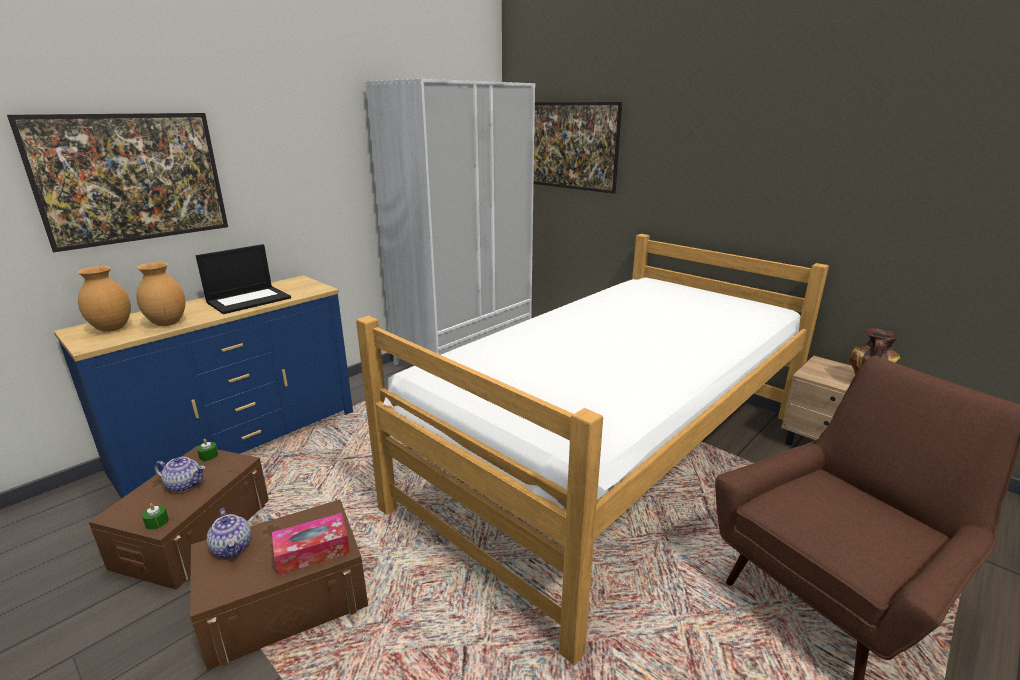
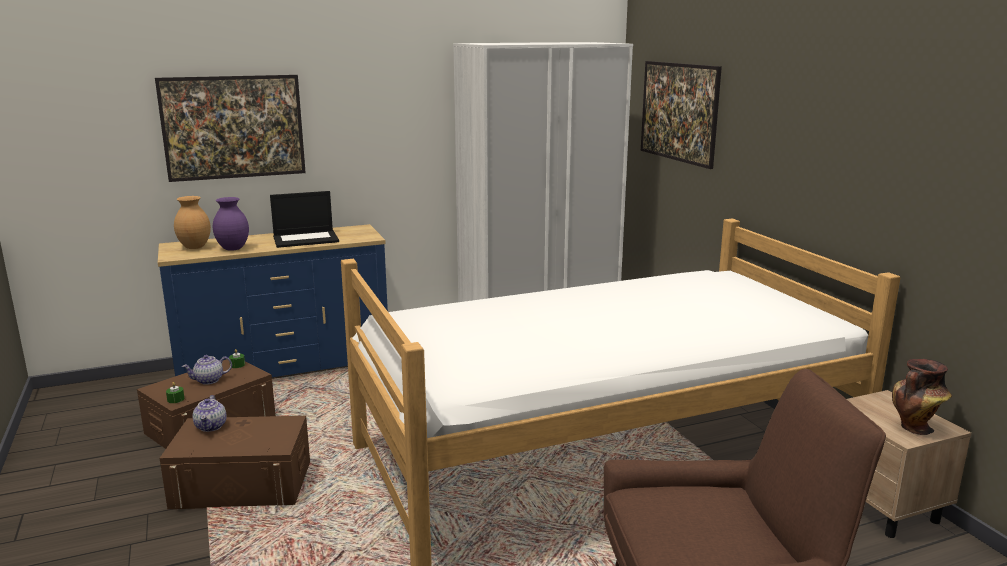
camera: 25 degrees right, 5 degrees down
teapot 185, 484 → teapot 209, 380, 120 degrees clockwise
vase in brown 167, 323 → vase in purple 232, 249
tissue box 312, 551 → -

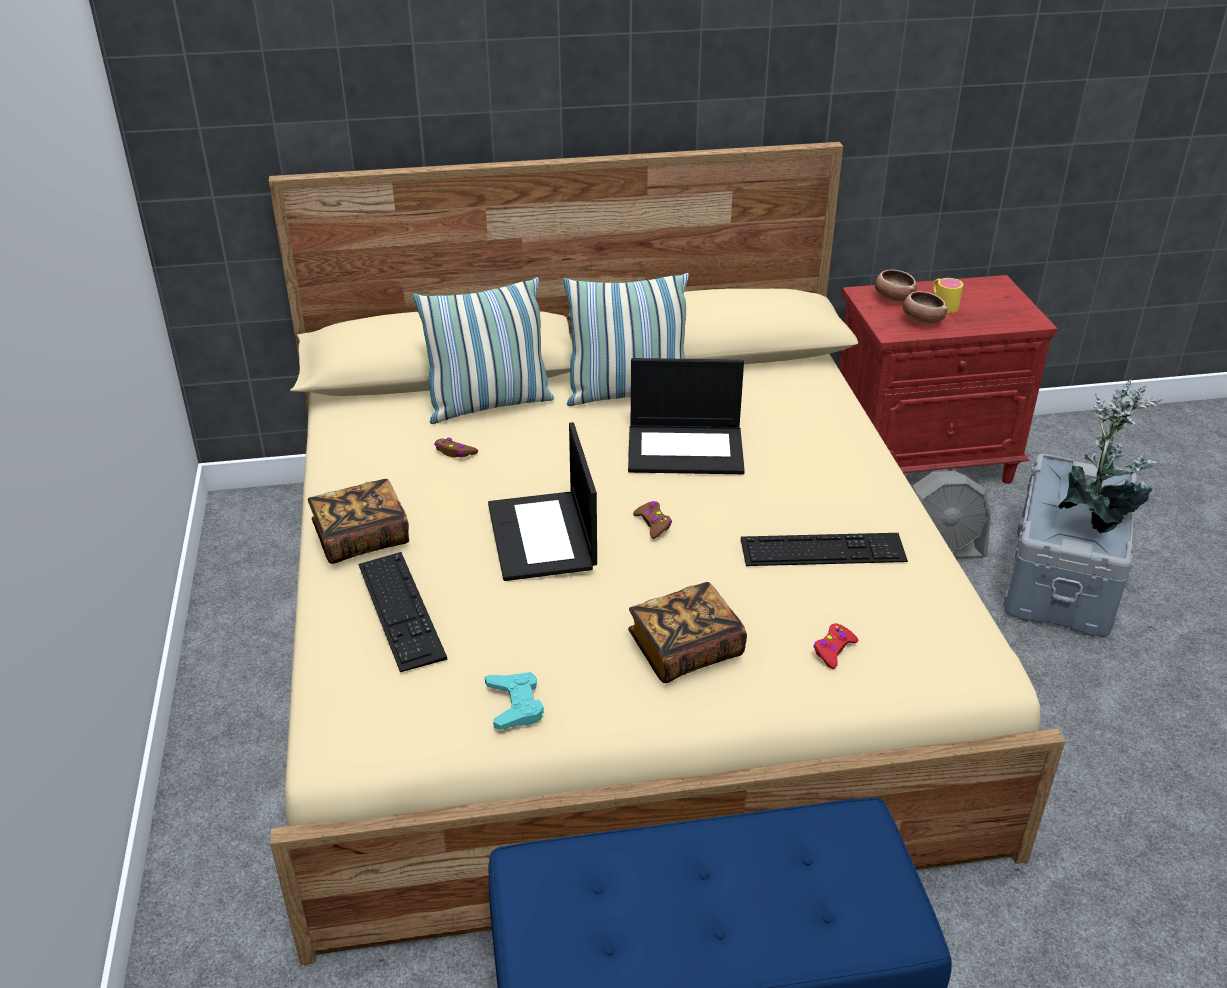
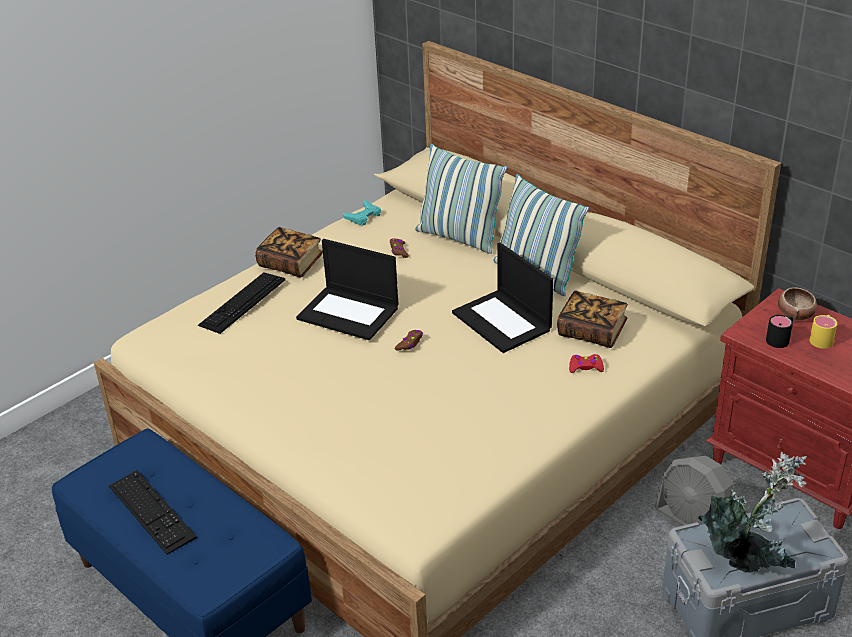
camera: 55 degrees right, 0 degrees up
keyboard 823, 550 → keyboard 151, 511, relocated
laptop 543, 537 → laptop 349, 313, 105 degrees counterclockwise
game controller in turquoise 515, 705 → game controller in turquoise 363, 216, relocated
book 685, 650 → book 592, 331, relocated
game controller in red 833, 650 → game controller in red 585, 367, relocated
bowl 921, 321 → mug in black 780, 338

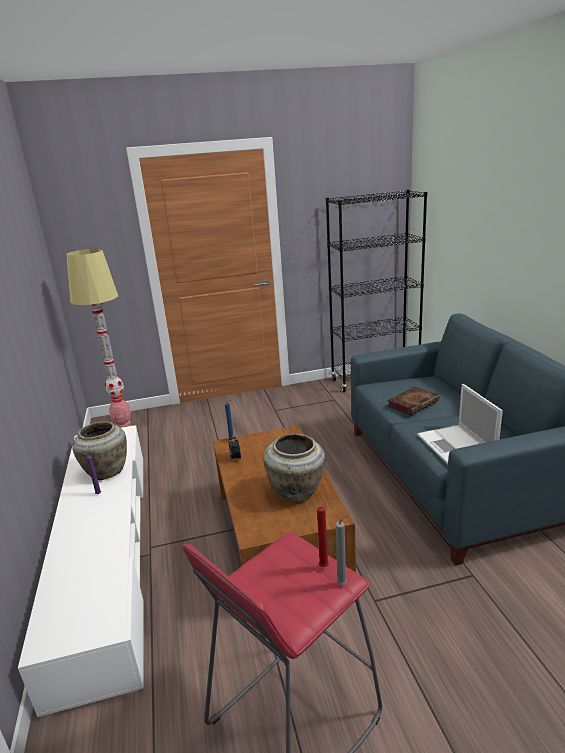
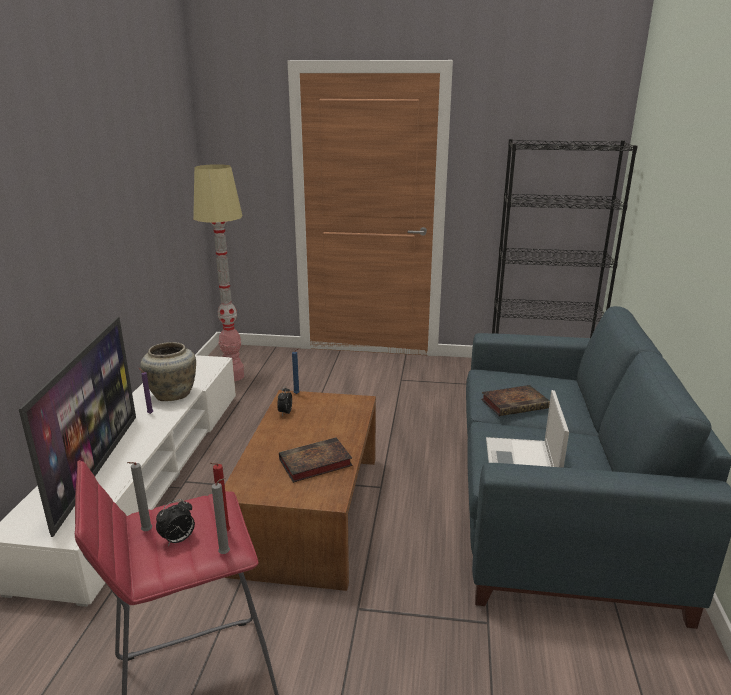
camera: 20 degrees right, 0 degrees up
- → television 96, 468
- → candle in grey 145, 532
- → alarm clock 178, 540
vase in beige 296, 493 → book 314, 464

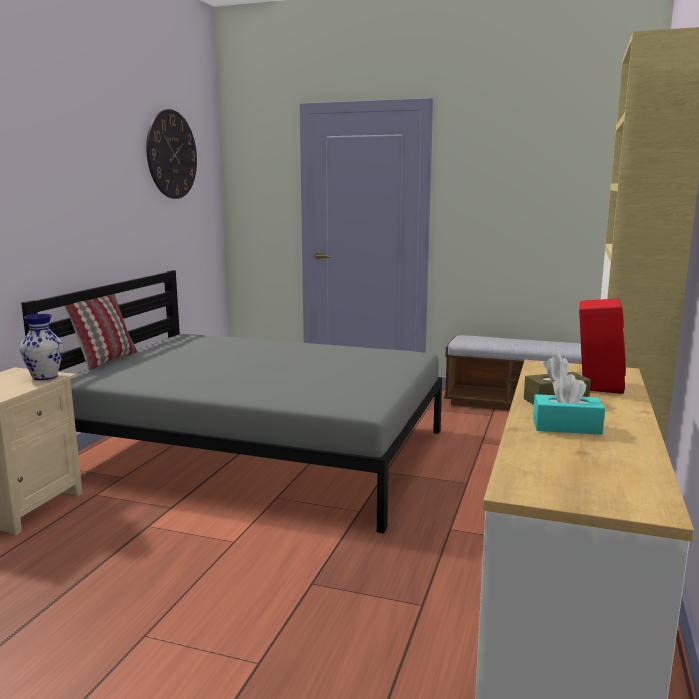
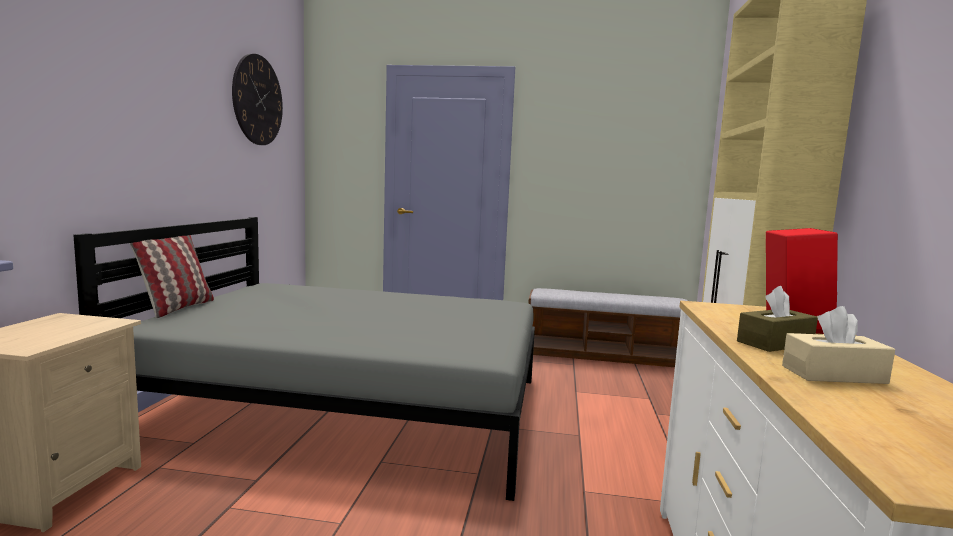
camera: 10 degrees left, 5 degrees down
tissue box in turquoise 566, 427 → tissue box in beige 833, 374
vase 44, 377 → -

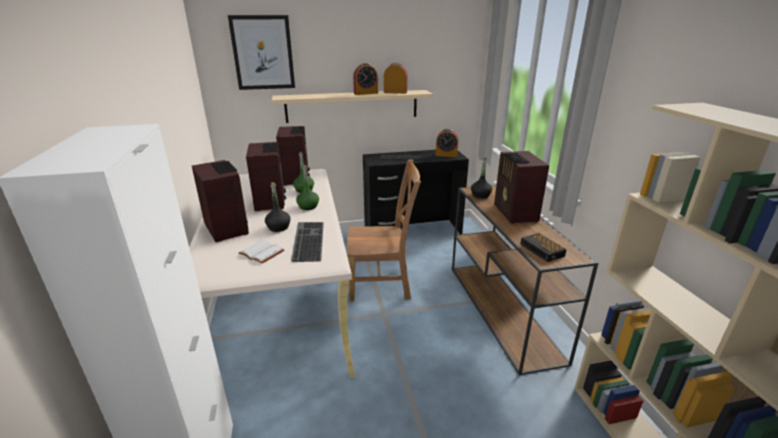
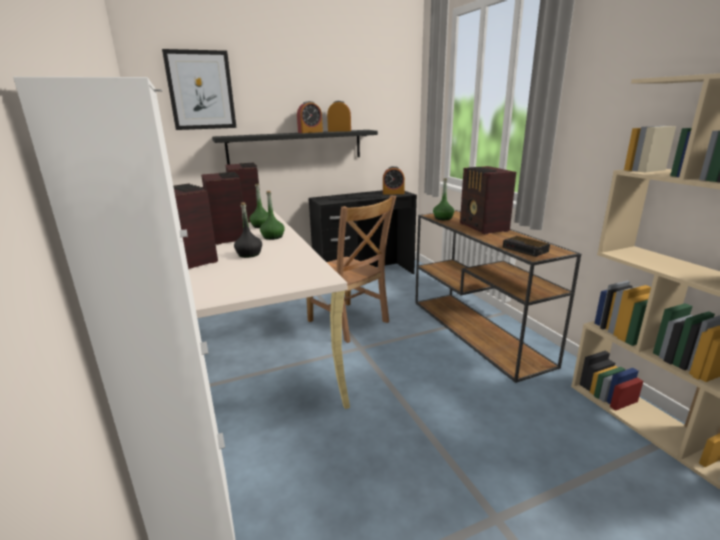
camera: 10 degrees left, 5 degrees down
shelf in beige 352, 106 → shelf in black 296, 147
chair in brown 383, 284 → chair in brown 350, 322, 60 degrees clockwise
bottle in black 480, 195 → bottle in green 443, 218
book in white 260, 253 → -
keyboard 307, 240 → -

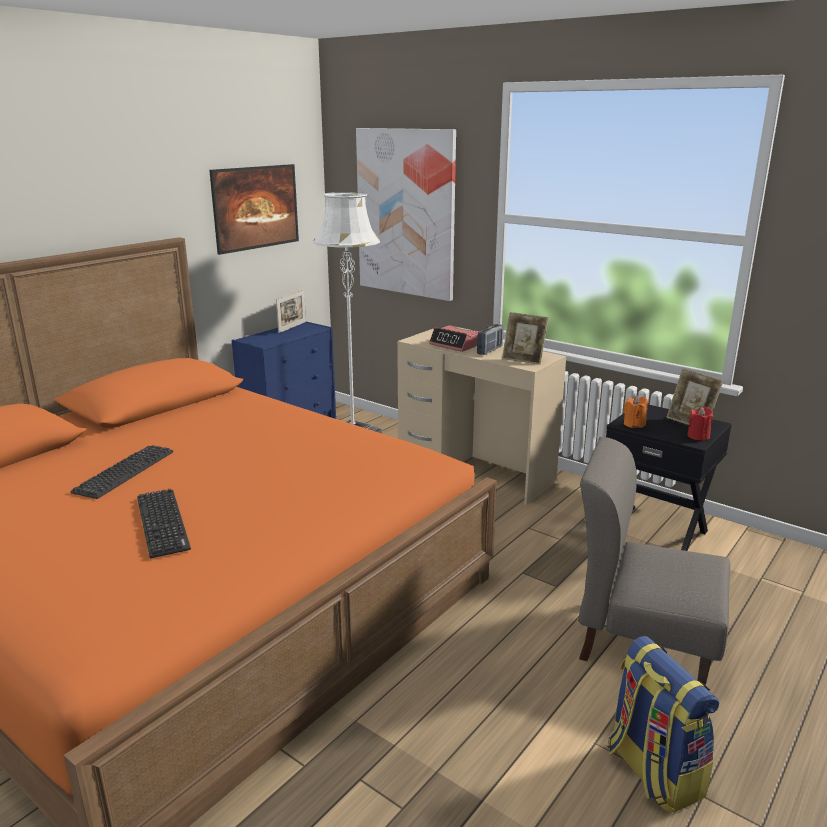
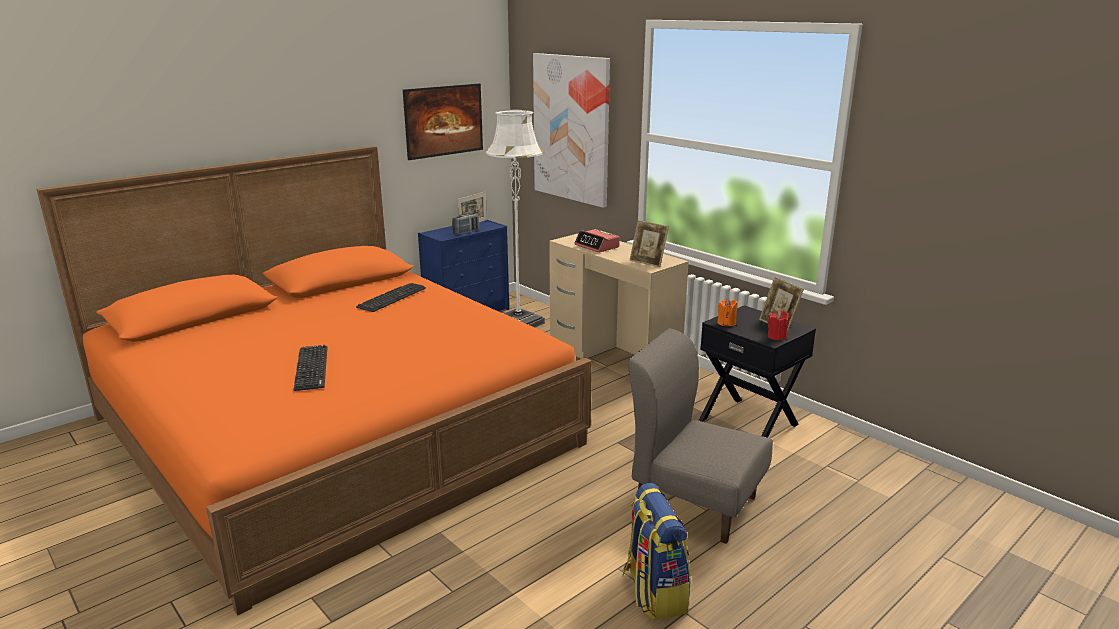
camera: 10 degrees right, 0 degrees up
keyboard 124, 472 → keyboard 392, 298, relocated
radio 489, 350 → radio 466, 232, relocated

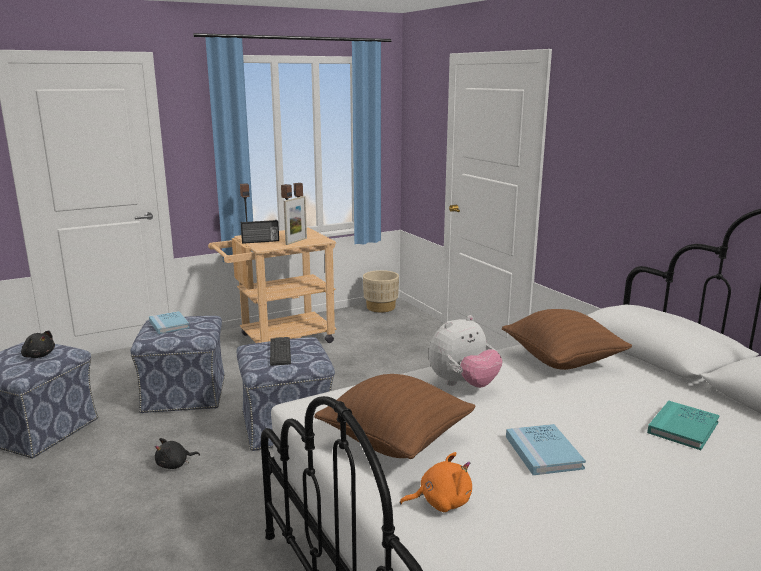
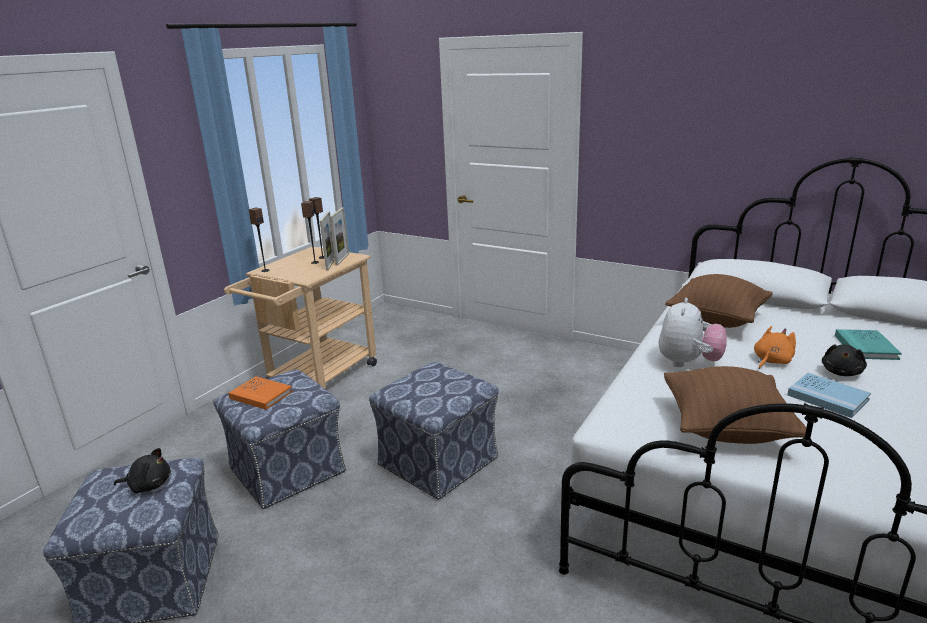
camera: 30 degrees left, 5 degrees up
book in blue 169, 324 → book in orange 261, 395
- → picture frame 342, 259
plush toy in orange 441, 502 → plush toy in orange 771, 361, relocated
plush toy in black 174, 464 → plush toy in black 841, 372, relocated
radio 260, 241 → -
keyboard 280, 352 → -
planter in beige 381, 307 → -

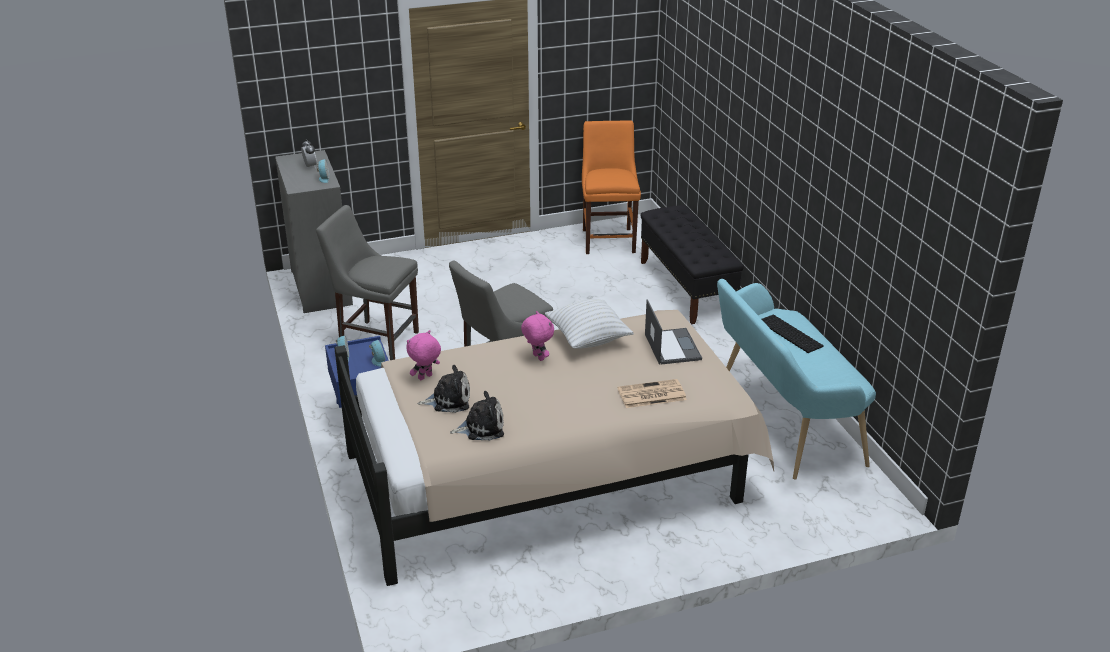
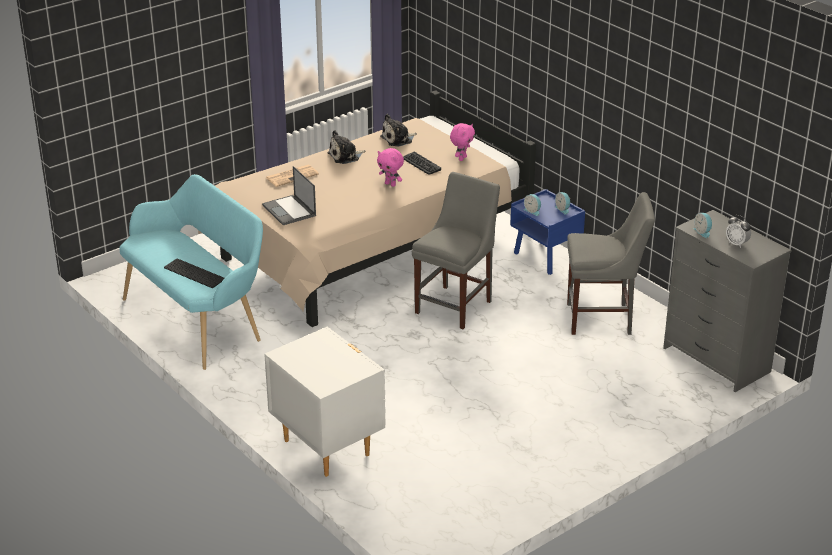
camera: 160 degrees right, 0 degrees up
bench in black 686, 288 → nightstand in white 327, 447
plush toy 448, 400 → plush toy 345, 156, relocated
- → keyboard 421, 164
pillow in white 588, 339 → -
chair in orange 608, 239 → -

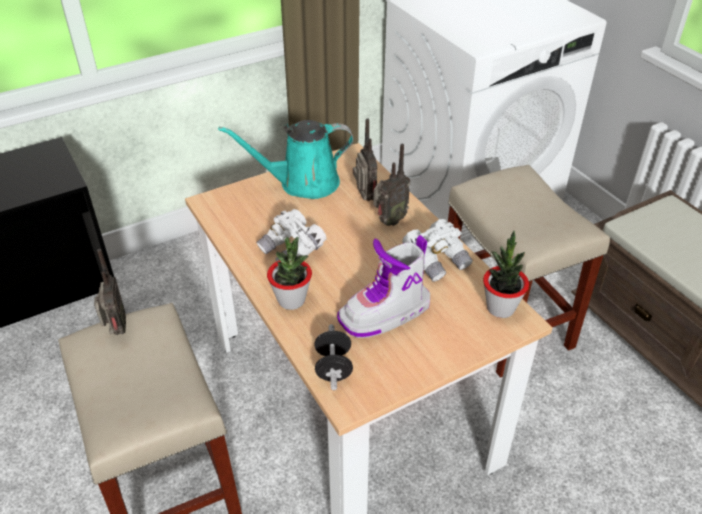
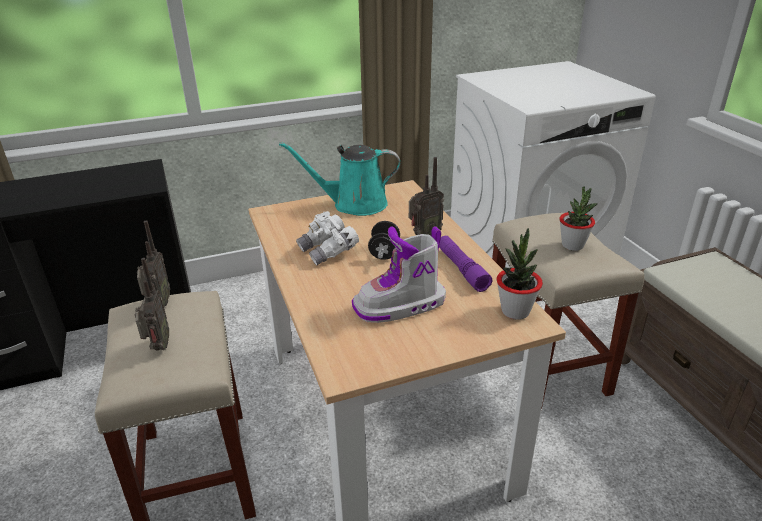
camera: 10 degrees right, 10 degrees down
radio 364, 199 → radio 158, 347, relocated
dumbbell in black 333, 368 → dumbbell in black 384, 252, relocated
binoculars in white 436, 260 → flashlight in purple 461, 269
potted plant 291, 300 → potted plant 572, 245, relocated

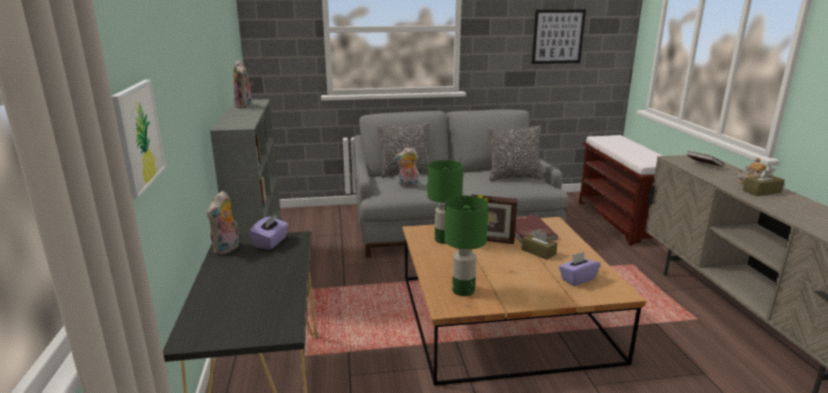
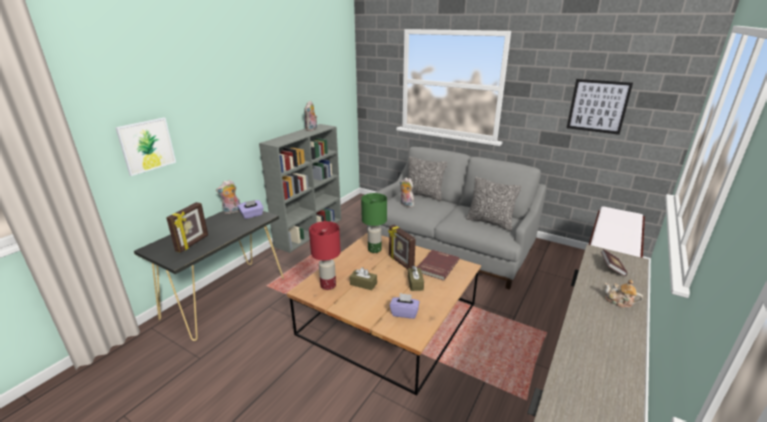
camera: 40 degrees right, 5 degrees up
- → picture frame 193, 243
table lamp in green 463, 291 → table lamp in red 327, 285
tissue box in brown 761, 191 → tissue box in brown 363, 284, relocated

